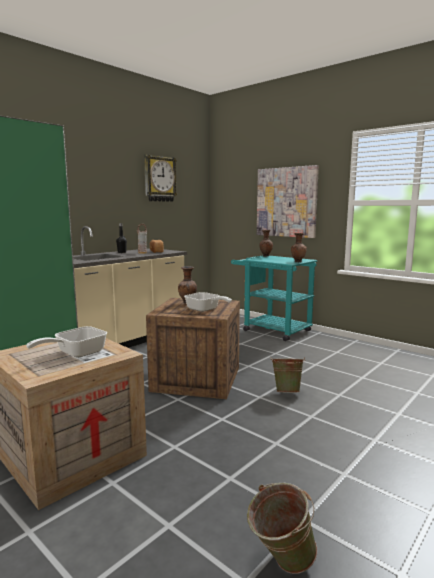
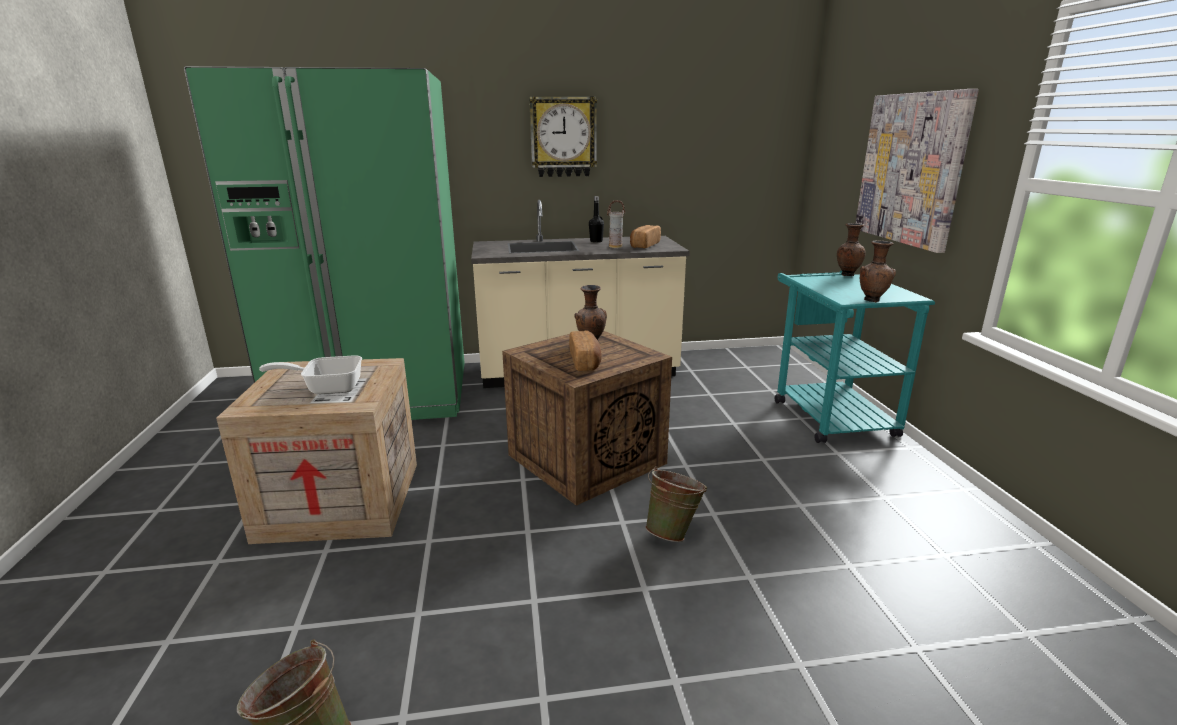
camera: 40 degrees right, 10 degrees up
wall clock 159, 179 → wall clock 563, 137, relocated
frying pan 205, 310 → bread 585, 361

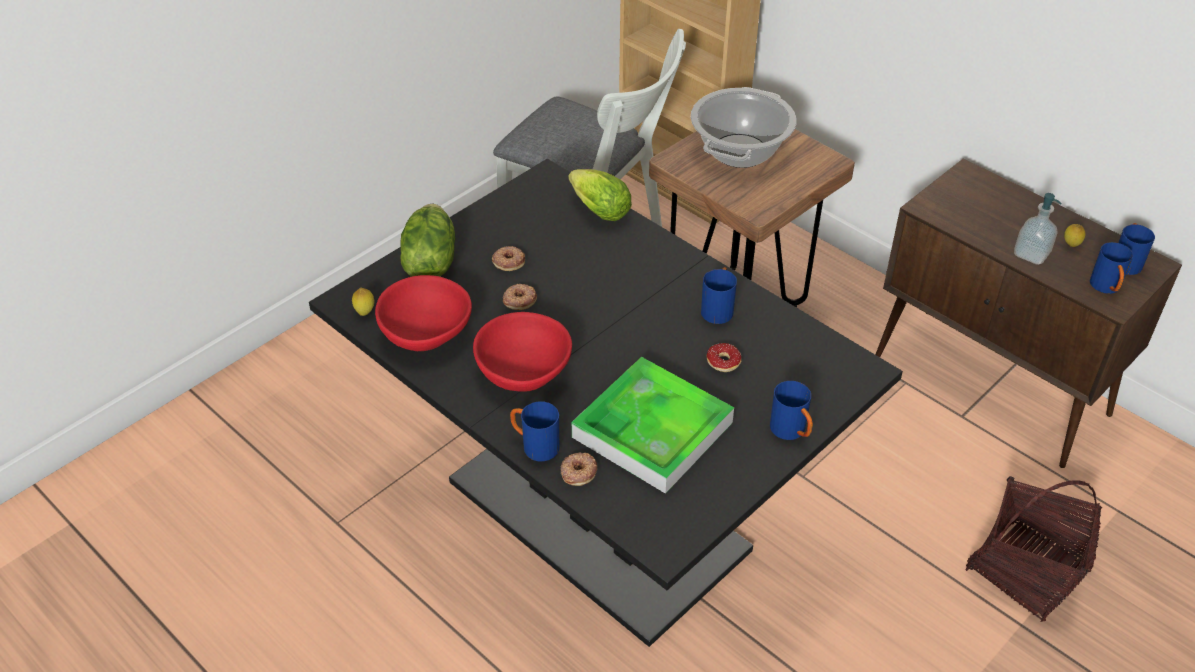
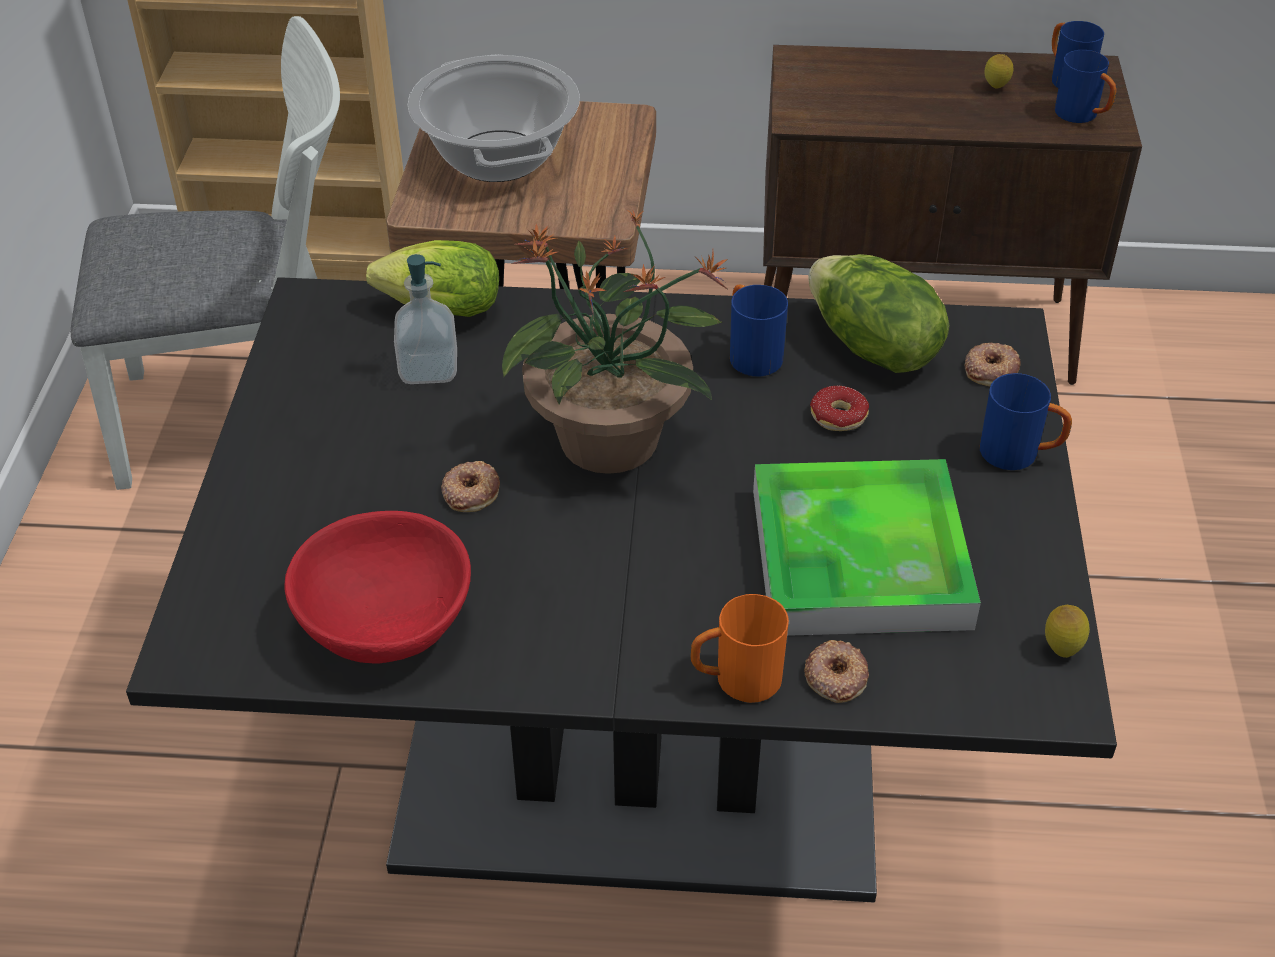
camera: 40 degrees left, 0 degrees up
soap dispenser 1031, 254 → soap dispenser 429, 369, relocated
- → potted plant 611, 441
mug in blue 534, 445 → mug in orange 736, 681
lettuce 429, 262 → lettuce 871, 347, relocated
donut 508, 261 → donut 990, 369, relocated
lemon 365, 312 → lemon 1061, 649, relocated
bowl in red 523, 373 → -
basket 1027, 571 → -

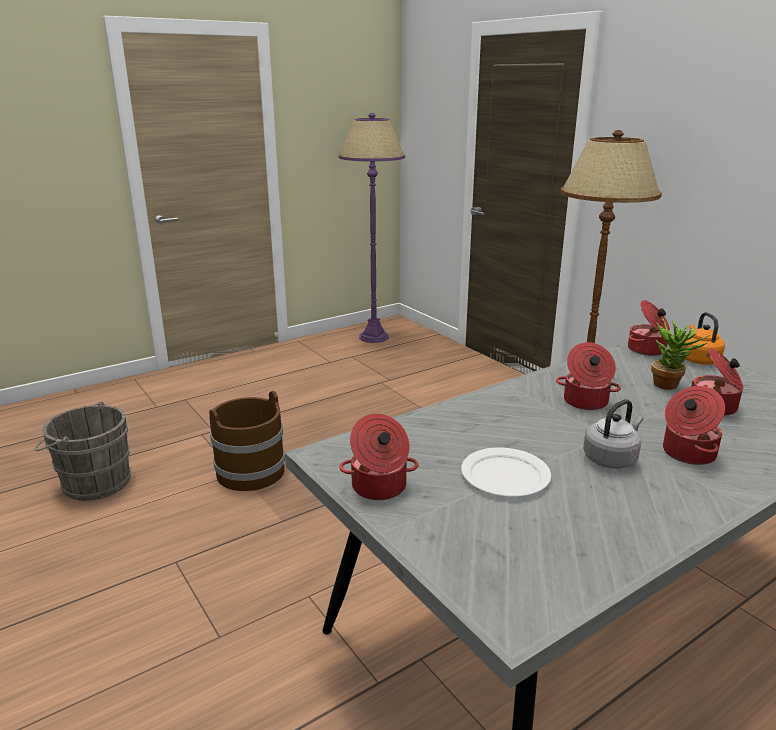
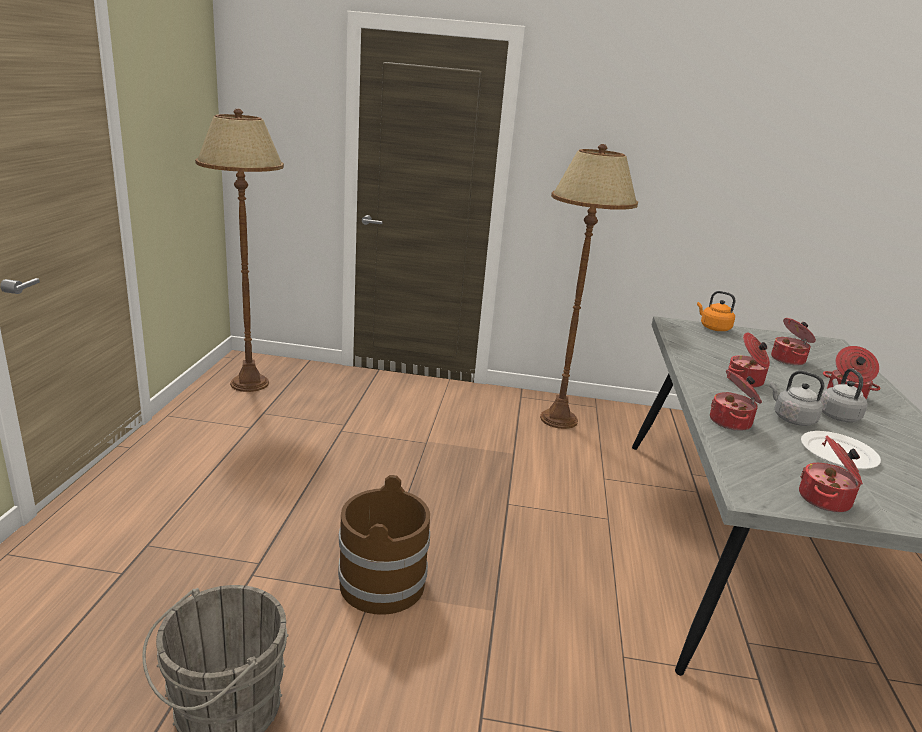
camera: 50 degrees left, 0 degrees up
floor lamp in purple 374, 337 → floor lamp in brown 250, 383
cooking pot 647, 350 → cooking pot 731, 422, relocated
- → kettle in grey 791, 419
potted plant 670, 385 → -

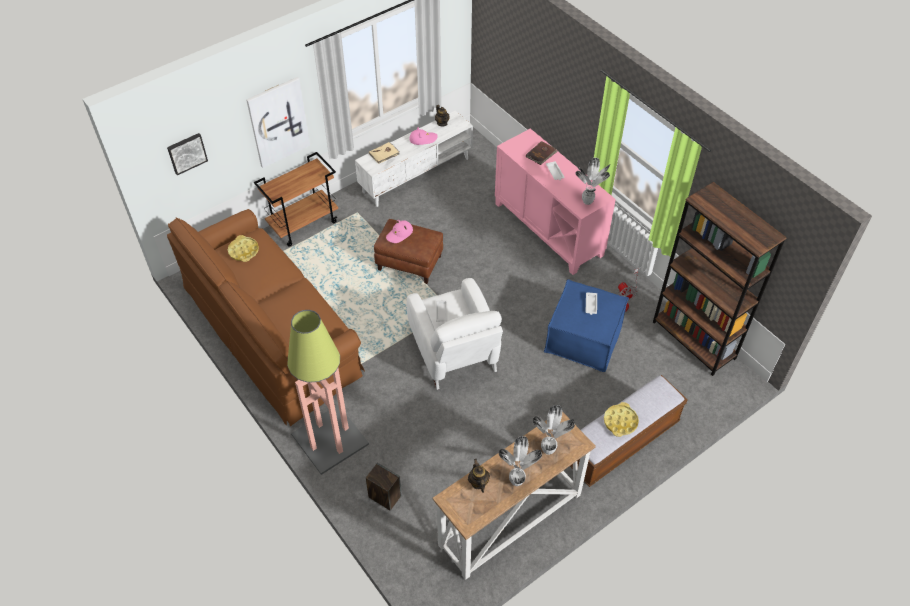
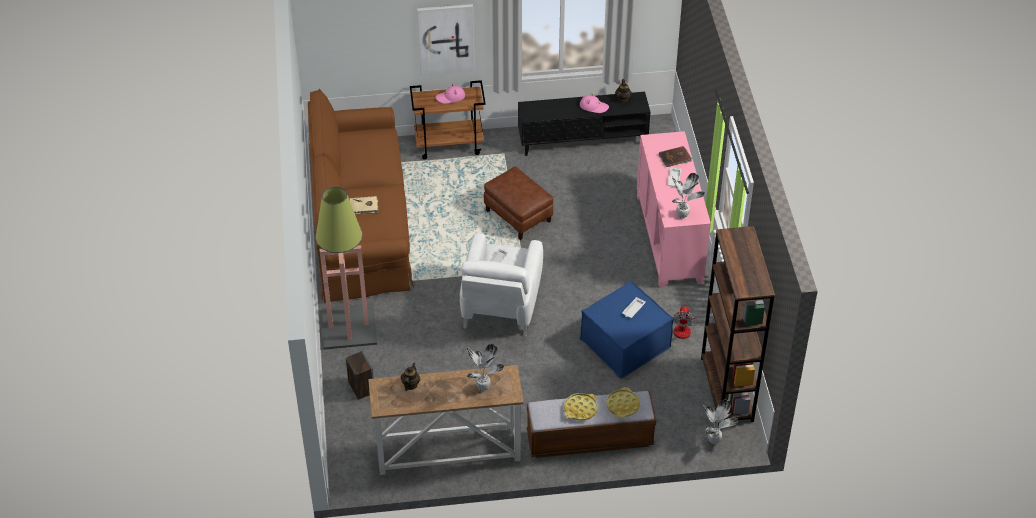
camera: 30 degrees right, 5 degrees down
book in beige 384, 154 → book in beige 364, 206, relocated
hat in pink 399, 234 → hat in pink 450, 97, relocated
tv stand in white 416, 174 → tv stand in black 583, 141
tray in yellow 243, 251 → tray in yellow 623, 405, relocated
potted plant 518, 482 → potted plant 714, 441, relocated
picture 187, 153 → -

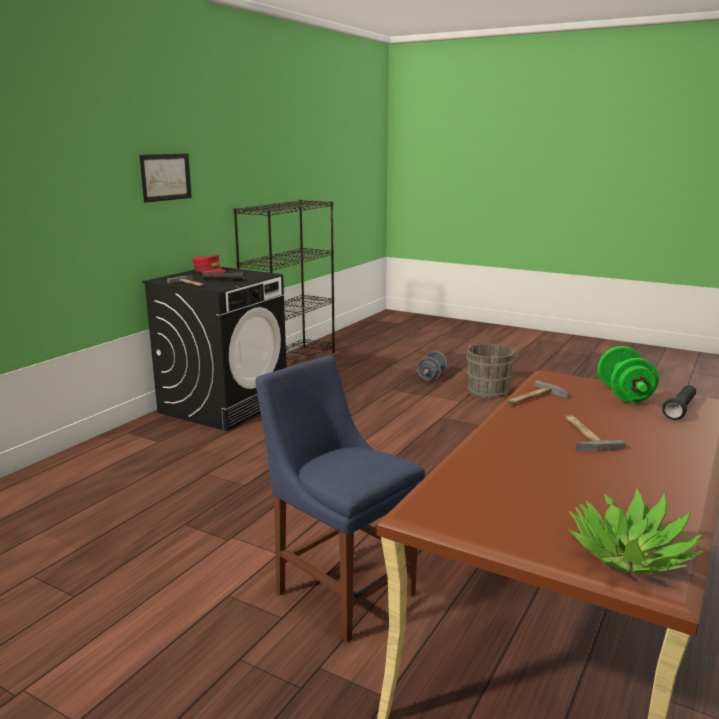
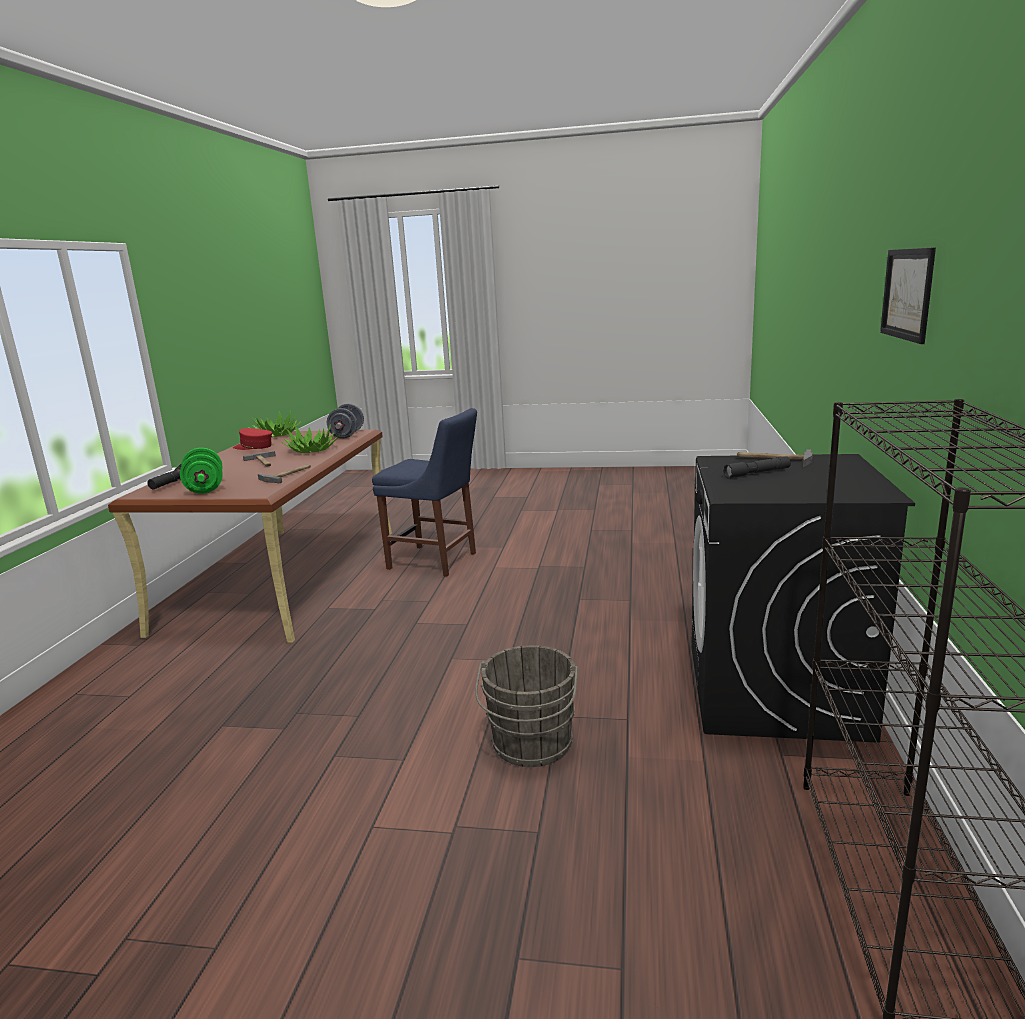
camera: 160 degrees right, 0 degrees up
cap in red 209, 271 → cap in red 253, 447, relocated
- → potted plant 312, 450
dumbbell in grey 432, 377 → dumbbell in grey 347, 435, relocated
bucket in grey 489, 390 → bucket in grey 531, 746, relocated

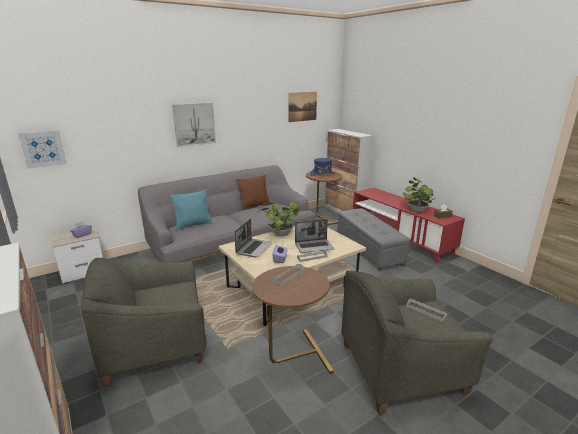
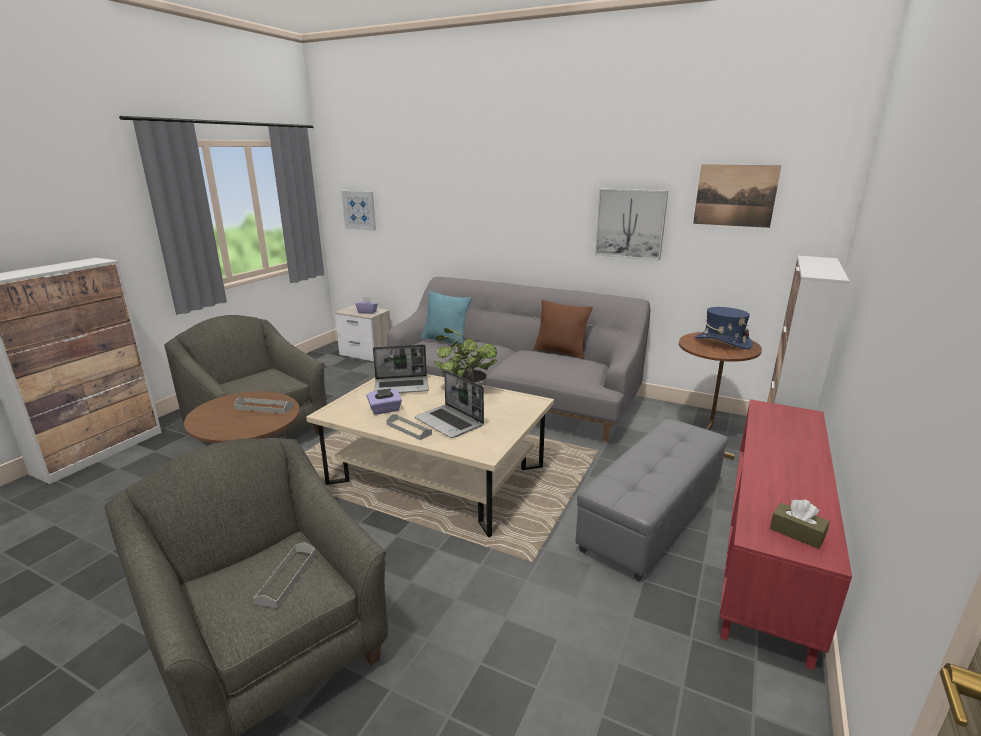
camera: 60 degrees right, 0 degrees up
picture 194, 124 → picture 630, 224, relocated
potted plant 416, 210 → -

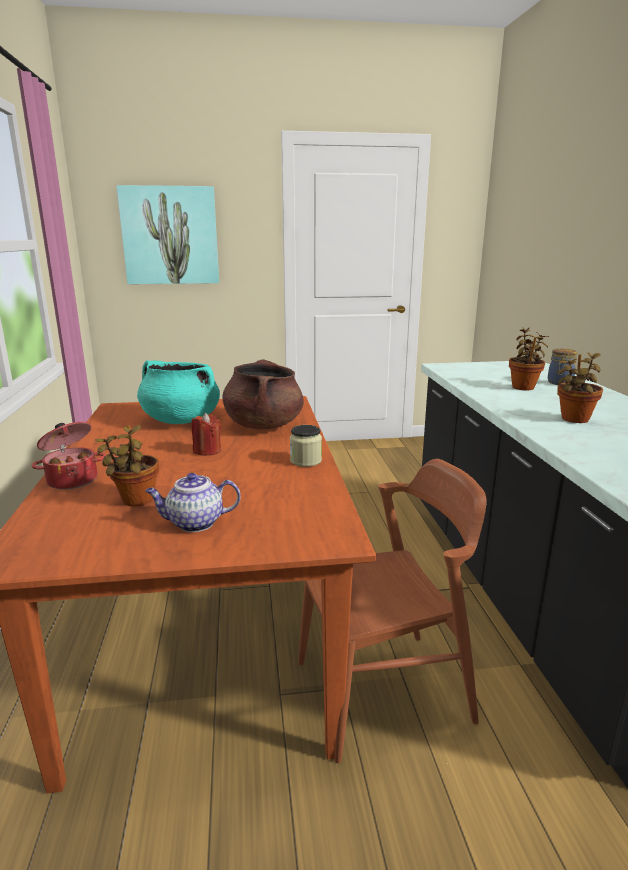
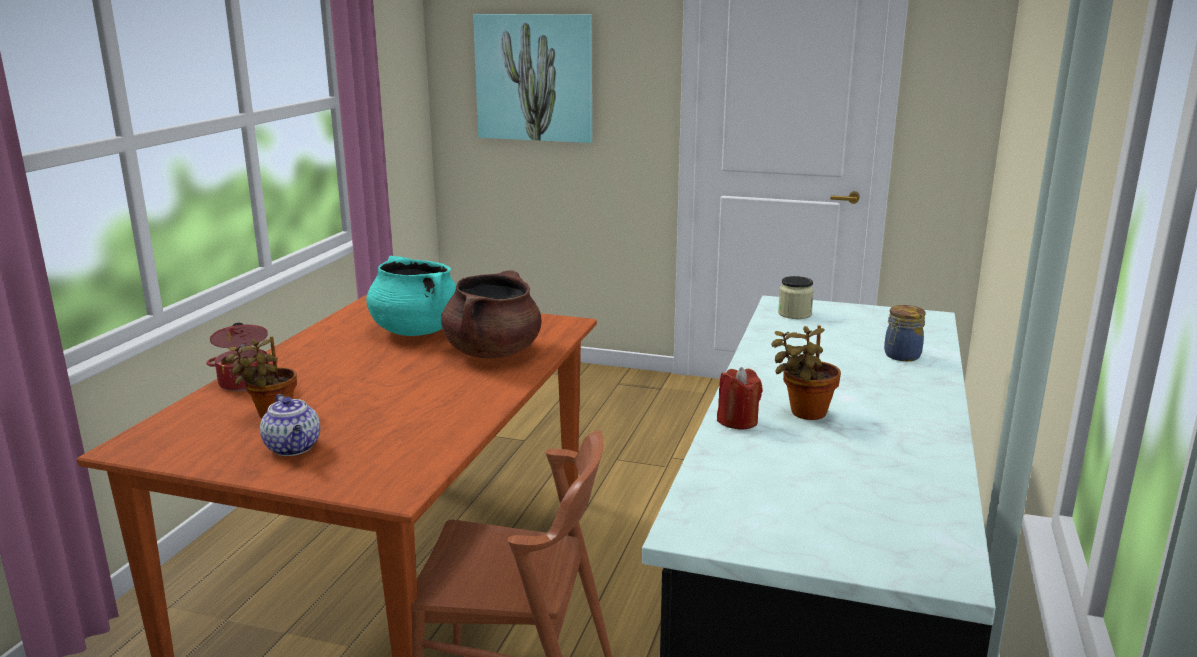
camera: 25 degrees right, 0 degrees up
teapot 194, 523 → teapot 294, 448, 135 degrees counterclockwise
candle in red 207, 451 → candle in red 737, 421, relocated
jar 305, 461 → jar 794, 314, relocated
potted plant 524, 387 → -

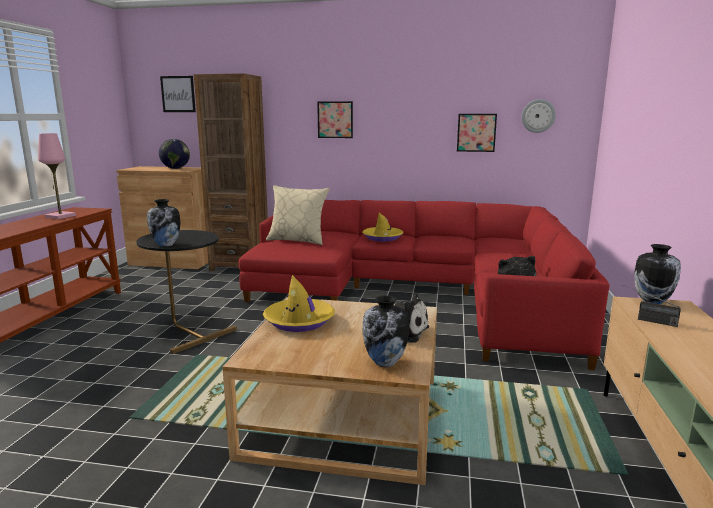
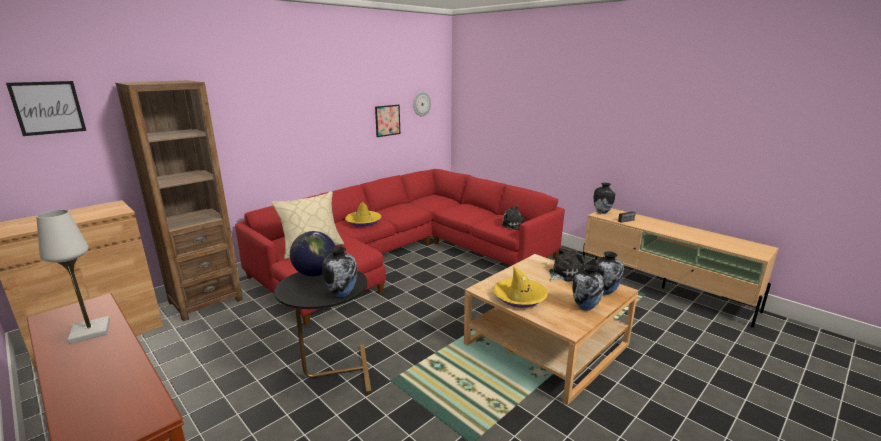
camera: 55 degrees left, 5 degrees up
table lamp in pink 60, 216 → table lamp in white 90, 331
globe 175, 168 → globe 315, 274, relocated
- → vase 585, 307
picture 335, 119 → -

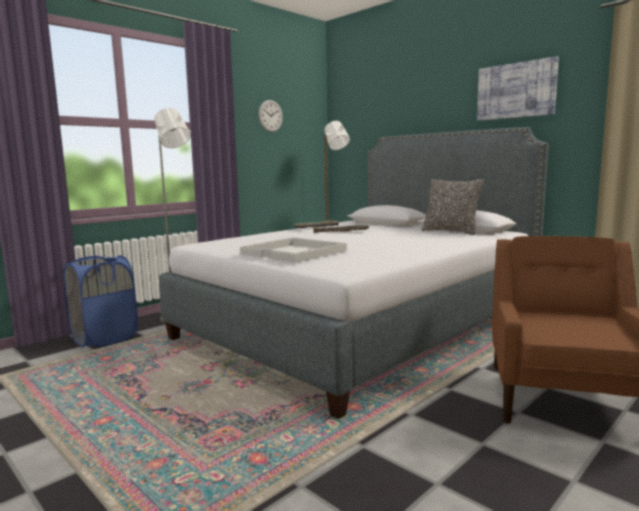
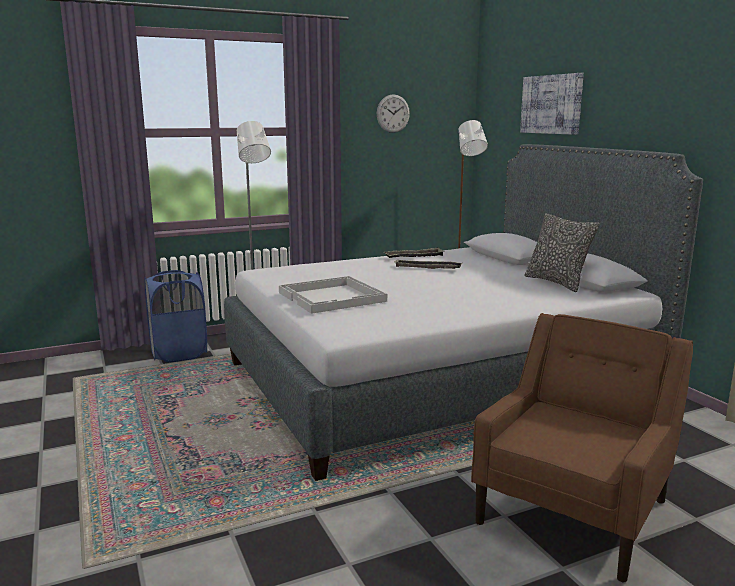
camera: 20 degrees right, 5 degrees up
picture 516, 90 → picture 551, 104, relocated

